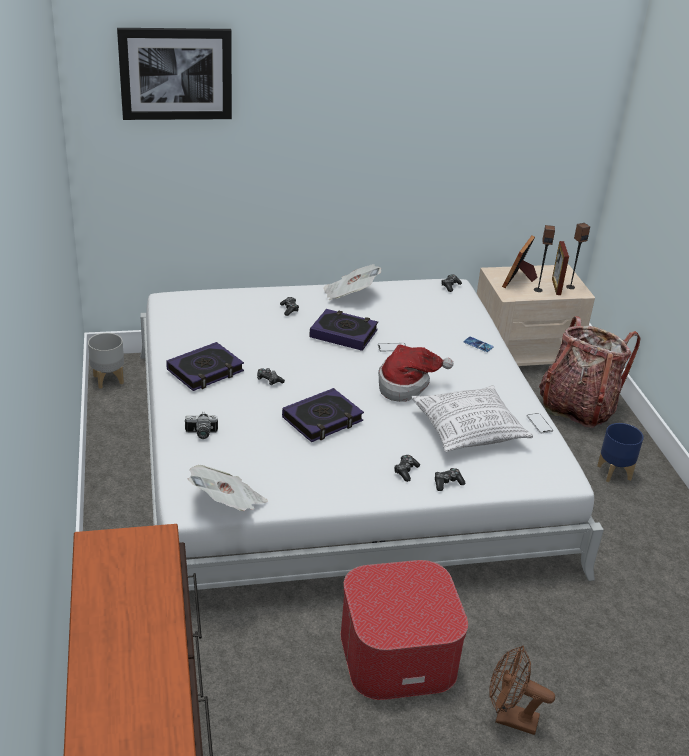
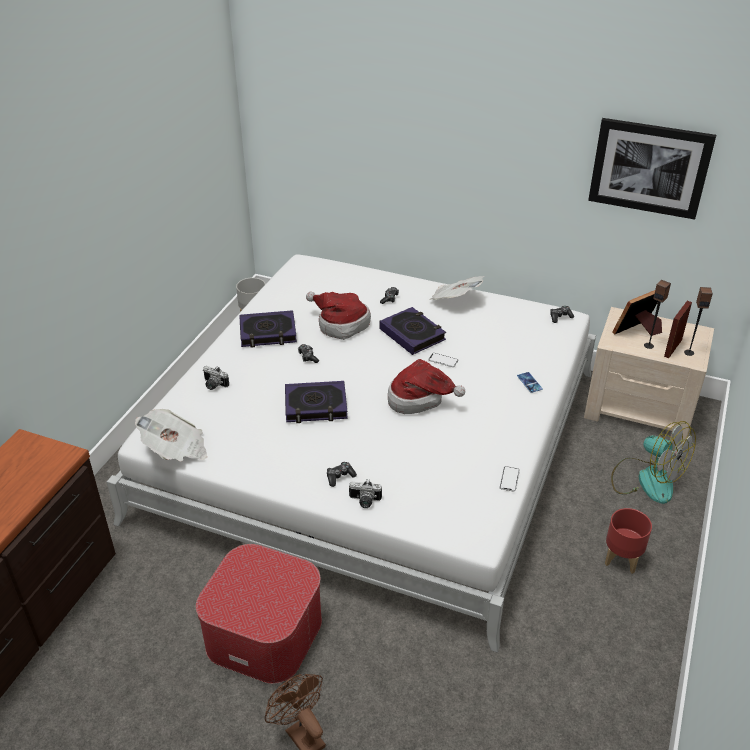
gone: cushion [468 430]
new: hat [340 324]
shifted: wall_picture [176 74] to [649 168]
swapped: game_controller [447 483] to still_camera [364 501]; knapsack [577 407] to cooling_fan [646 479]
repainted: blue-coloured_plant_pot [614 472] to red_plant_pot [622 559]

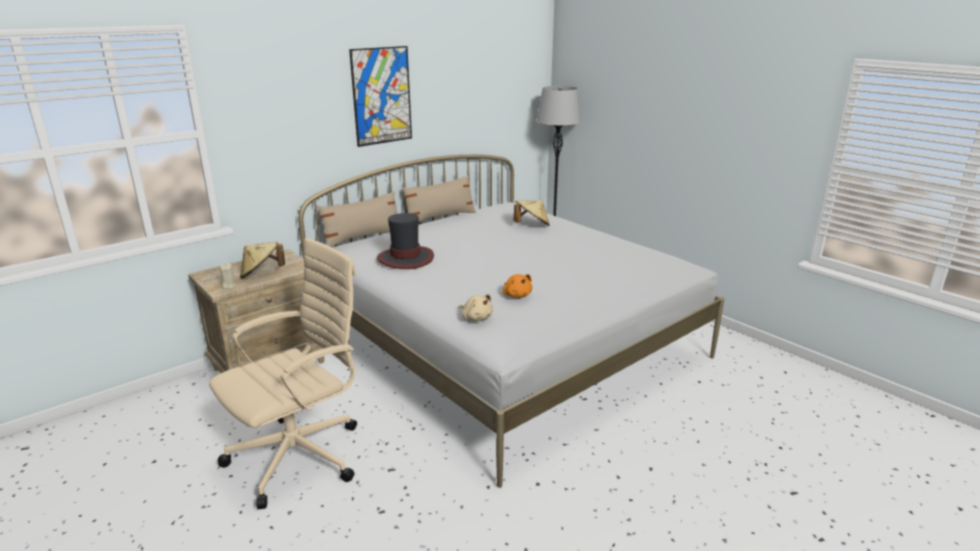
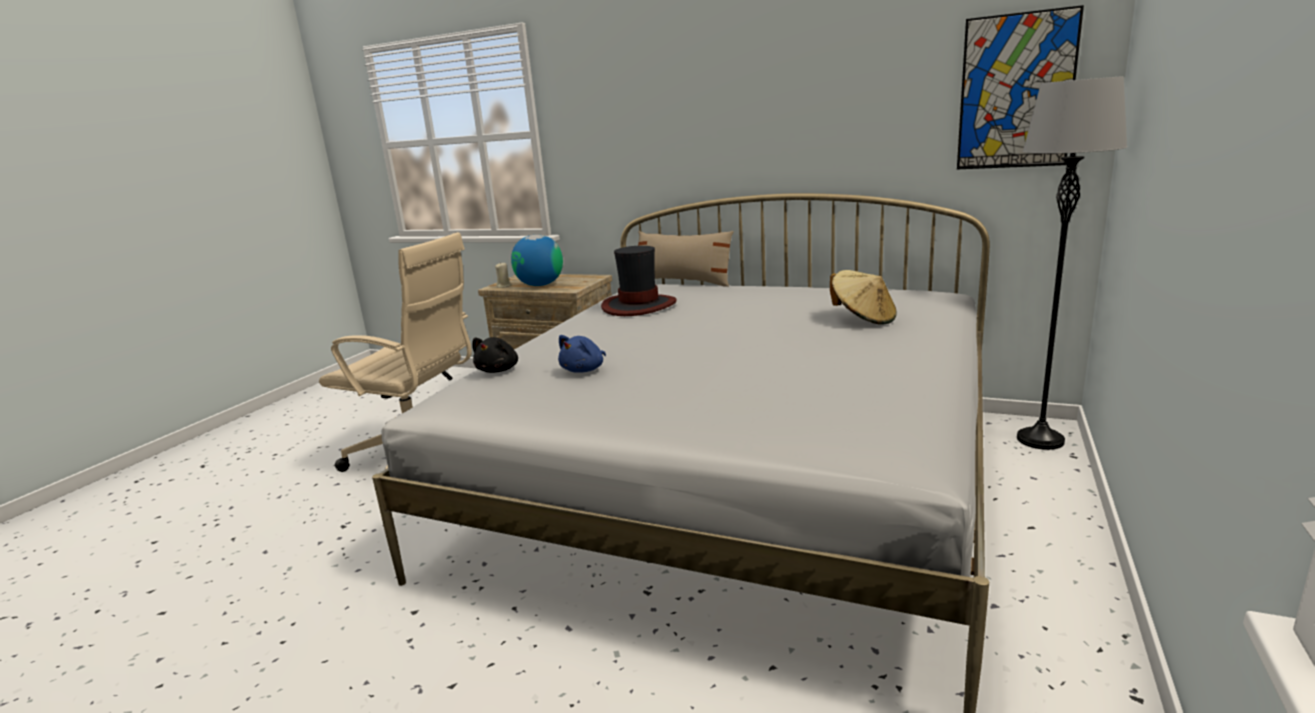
gone: beige_cushion [440 217]
shifted: wall_picture [381 96] to [1016 92]
swapped: beige_hat [262 274] to desk_globe [540 285]
repainted: beige_soft_toy [476 318] to blackish_soft_toy [499 370]; orange-coloured_soft_toy [516 295] to blue-coloured_soft_toy [584 370]

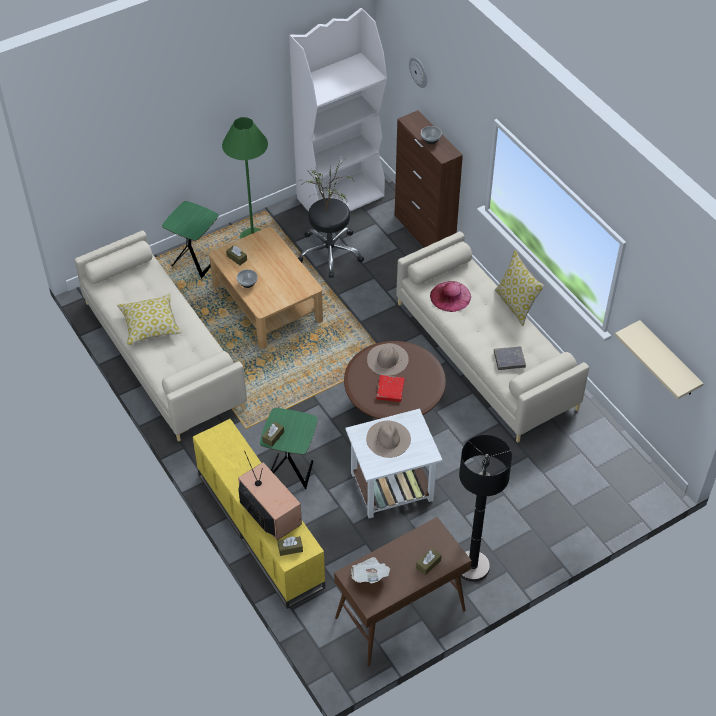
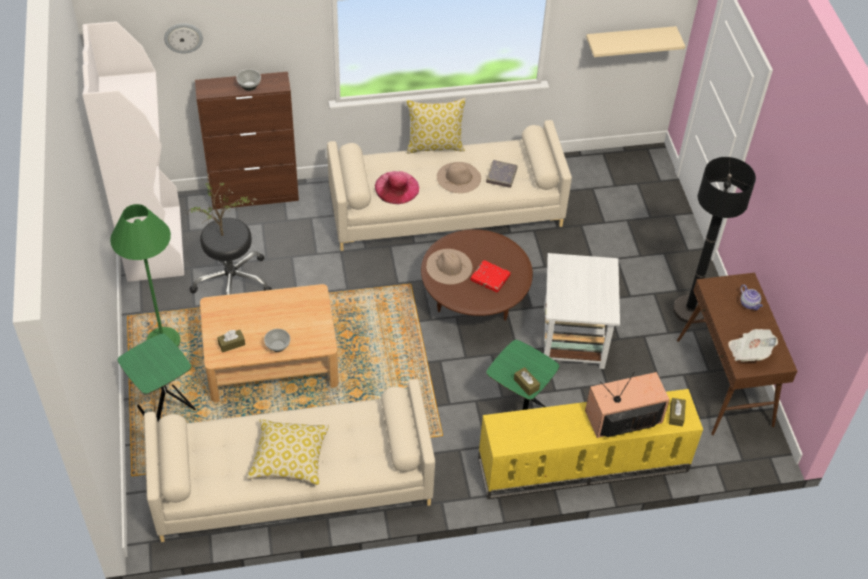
shifted: beige_hat [388 439] to [458 177]
swapped: brownish_tissue_holder [428 564] to pot_for_tea [749 304]

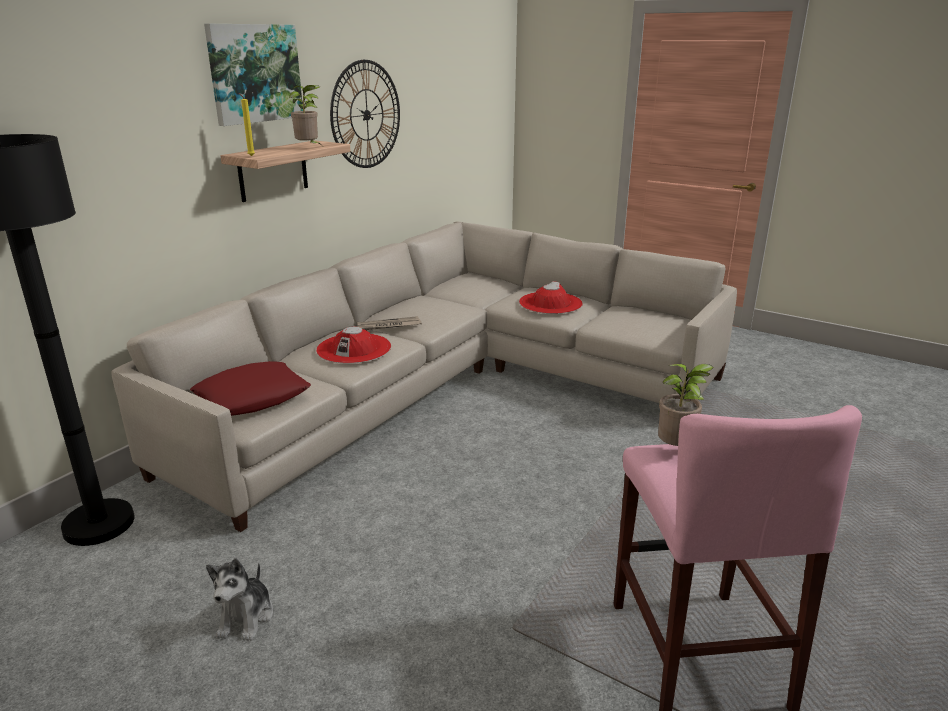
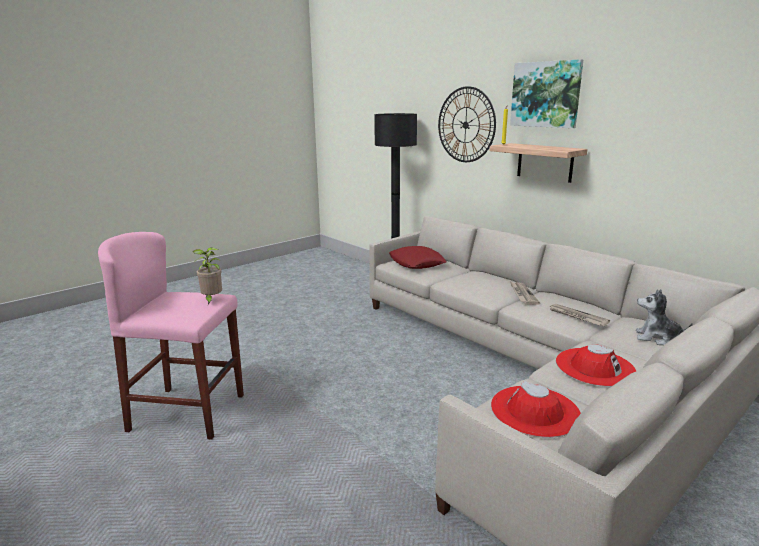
gone: houseplant [309 148]
new: printed_paper [577 316]
shifted: soft_toy [246 617] to [657 338]; red_hat [354 348] to [535 411]; clock_on_the_wall [366 115] to [466 125]

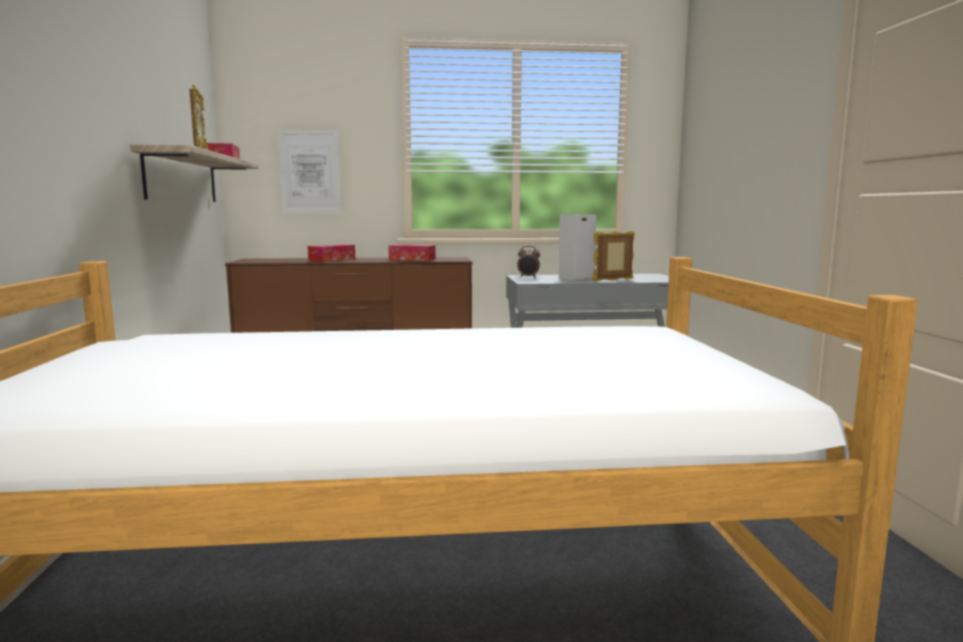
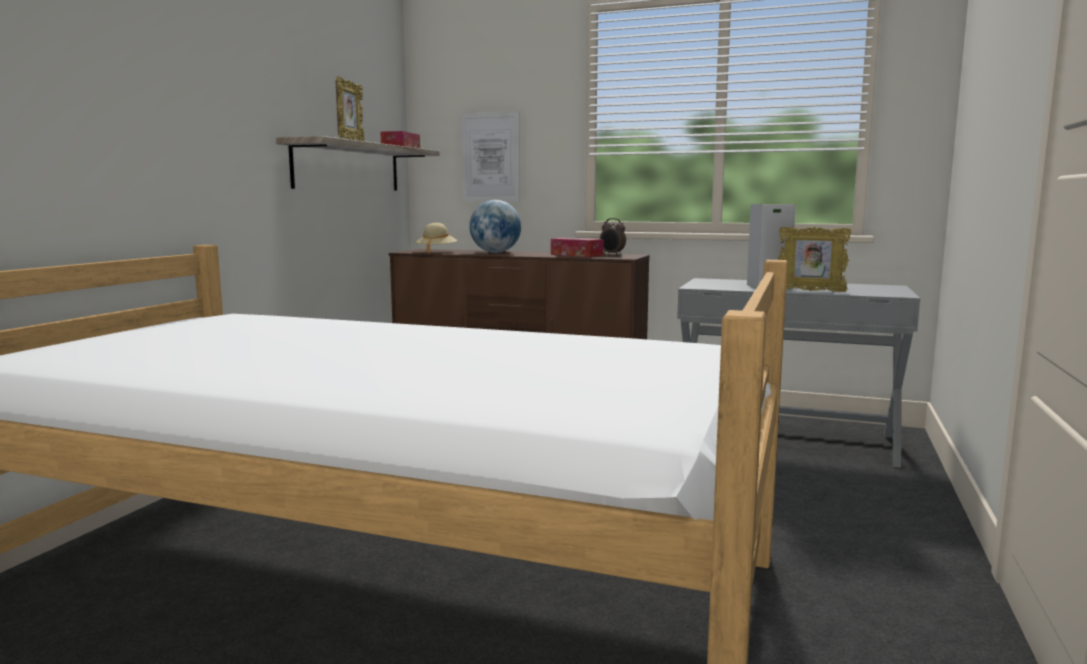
new: beige_hat [436 251]
shifted: table_clock [528 277] to [612 254]
swapped: tissue_holder [332 259] to desk_globe [495 252]
rotated: photo_frame [613 280] = [810 291] 150 degrees counterclockwise

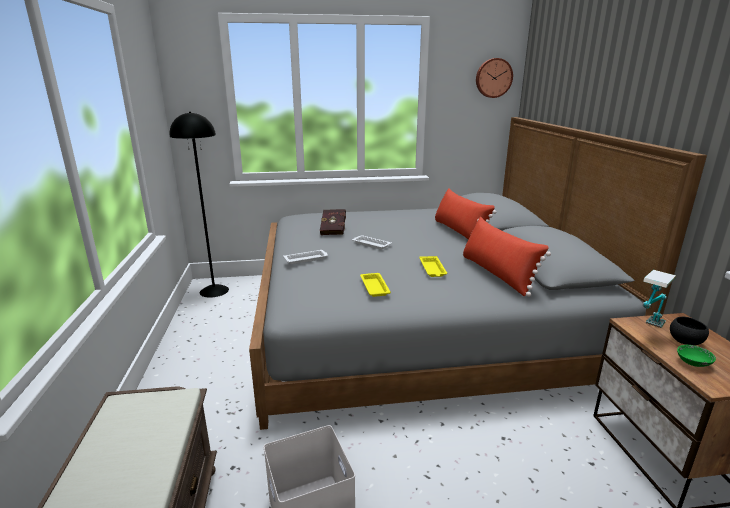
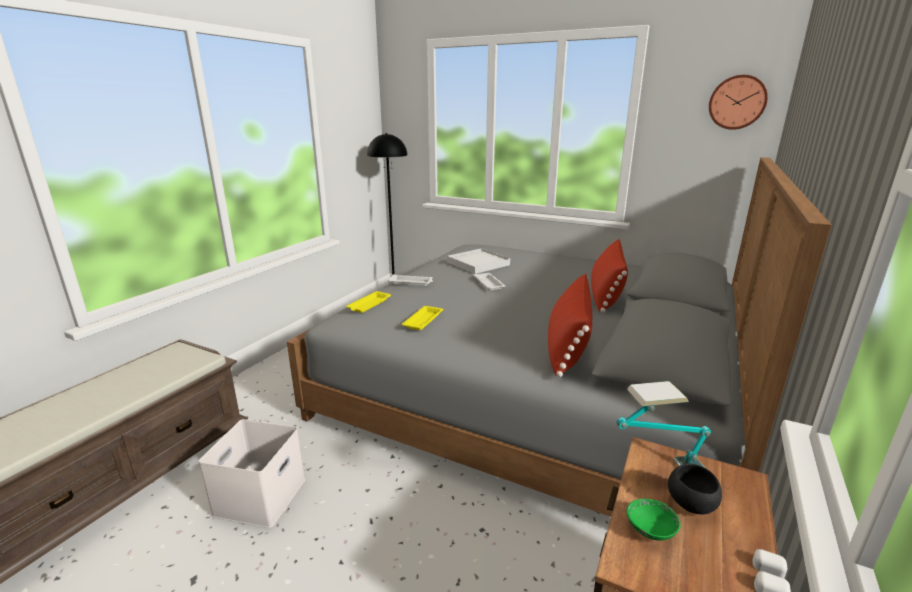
shifted: yellowish_carrying_tray [432 269] to [368 305]
swapped: red_book [334 230] to white-coloured_carrying_tray [478 263]

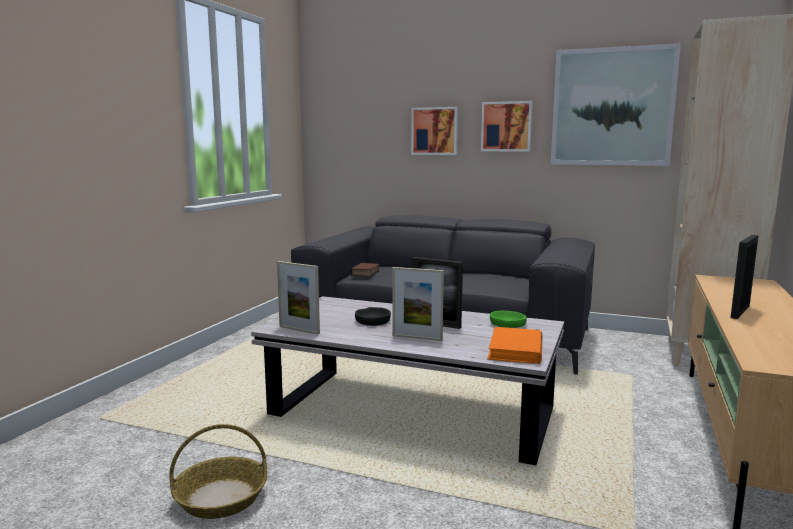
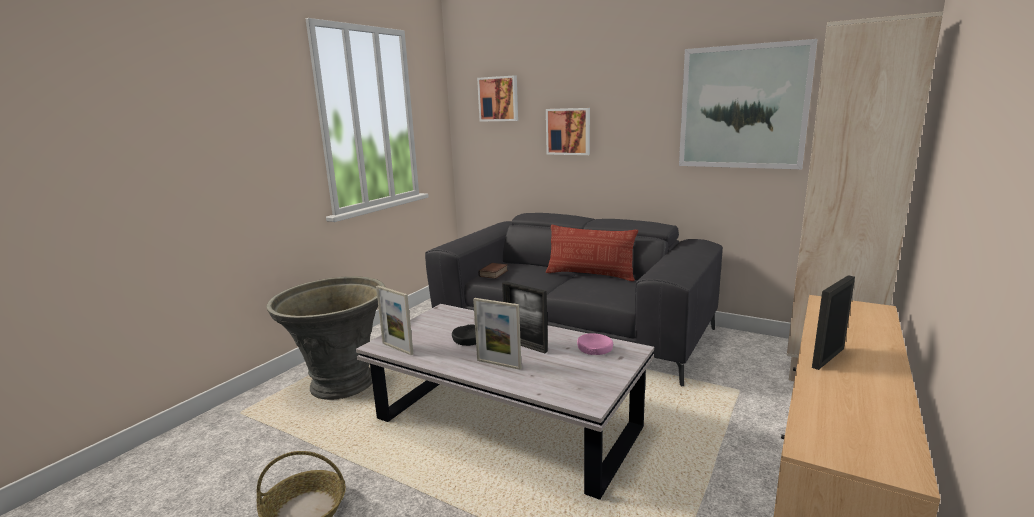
gone: orange-coloured_book [516 350]
new: gray_plant_pot [340 384]; cushion [590 275]
shifted: wall_picture [506 126] to [499 99]
repainted: green-coloured_deep_dish [507 324] to pink-coloured_deep_dish [594 349]

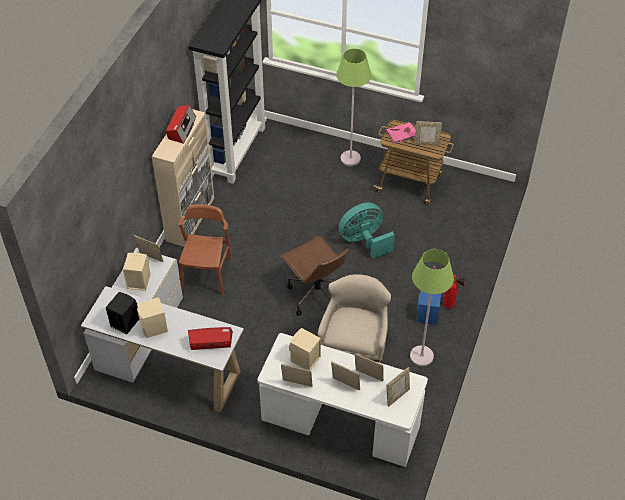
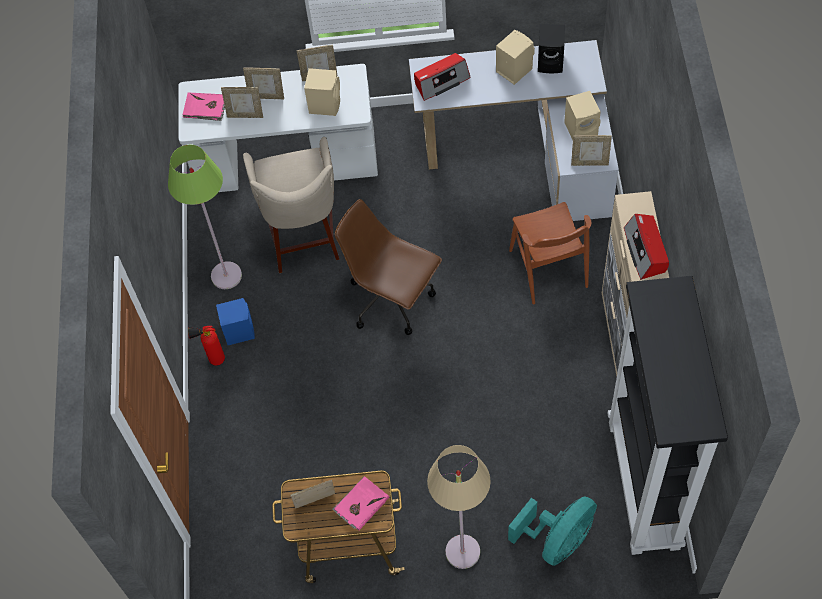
shifted: blue-green_cooling_fan [364 241] to [557 540]
swapped: photo_frame [397 396] to pink-coloured_book [205 108]
repainted: green-coloured_standard_lamp [350 158] to beige_standard_lamp [462 551]

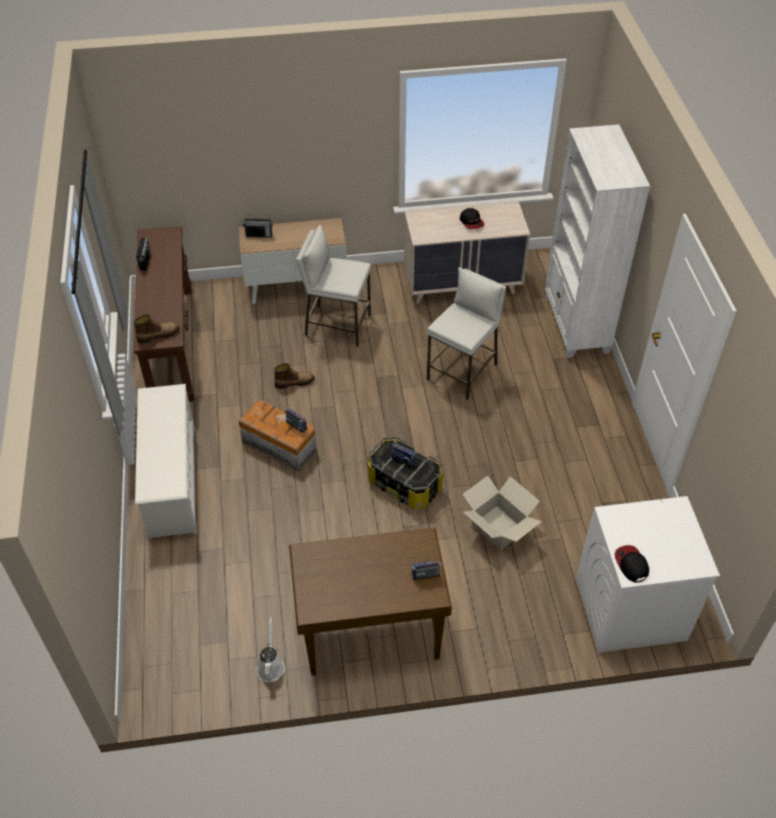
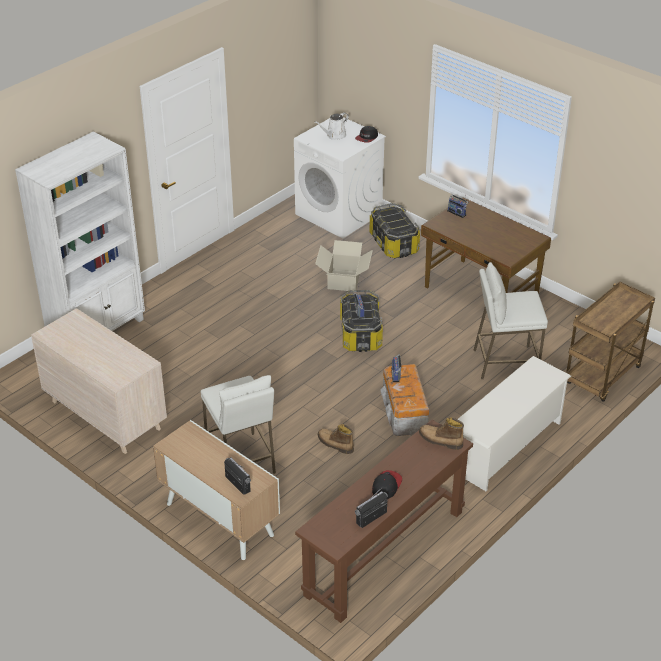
new: storage_container [394 243]; brownish_trolley [603 377]
shifted: white-coloured_watering_can [270 665] to [334 135]; white-coloured_stool_seat [462 371] to [505 363]; peaked_cap [471 222] to [386 486]

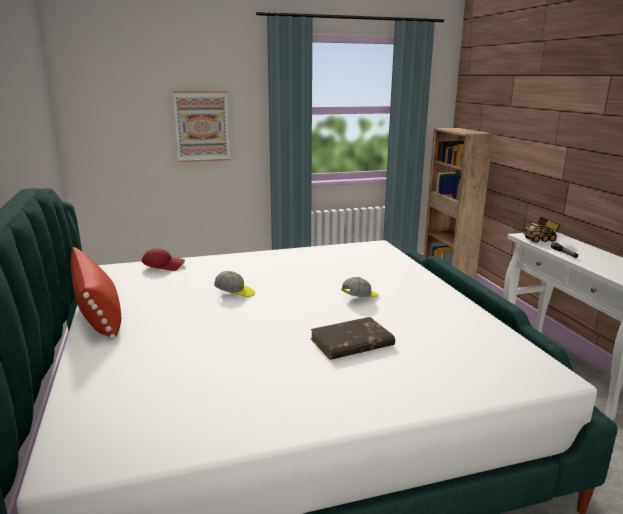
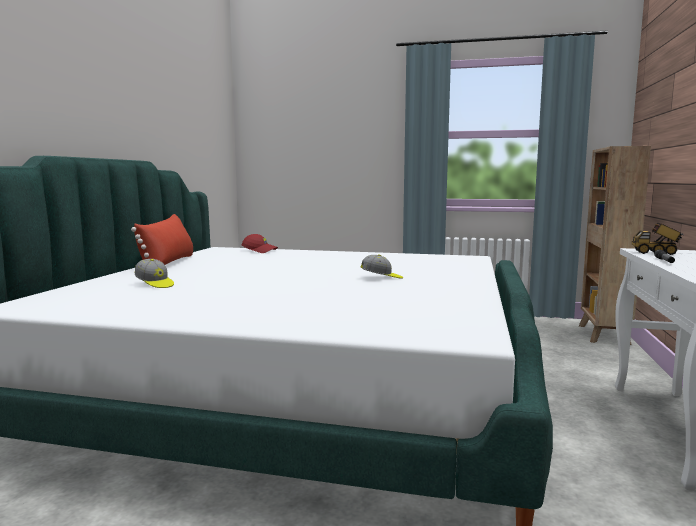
gone: wall_picture [202 126]; brownish_book [351 343]
shifted: peaked_cap [235 293] to [155 284]

